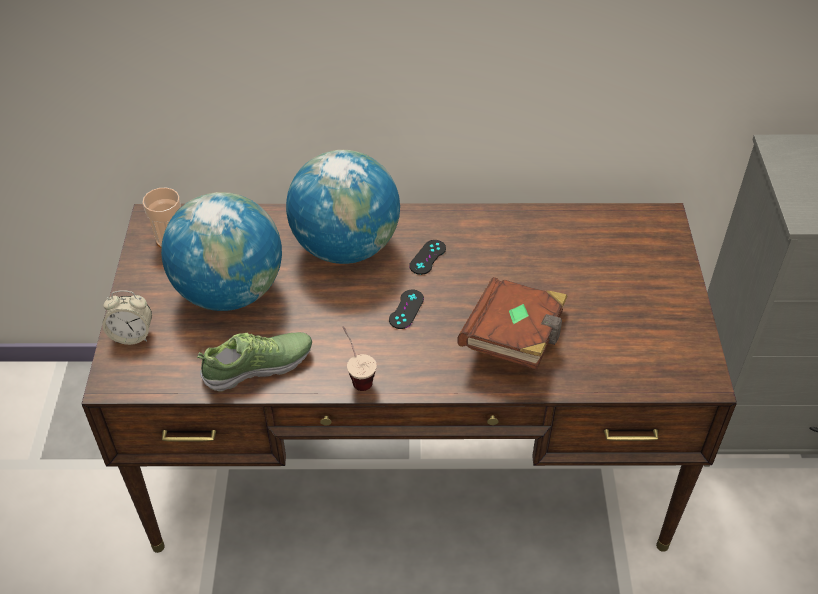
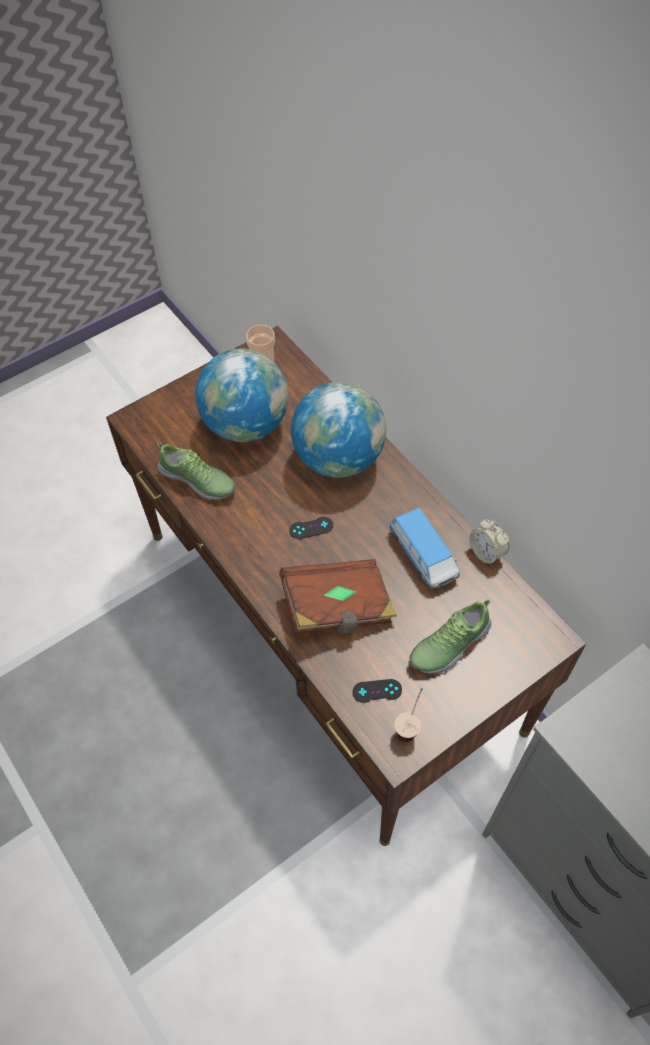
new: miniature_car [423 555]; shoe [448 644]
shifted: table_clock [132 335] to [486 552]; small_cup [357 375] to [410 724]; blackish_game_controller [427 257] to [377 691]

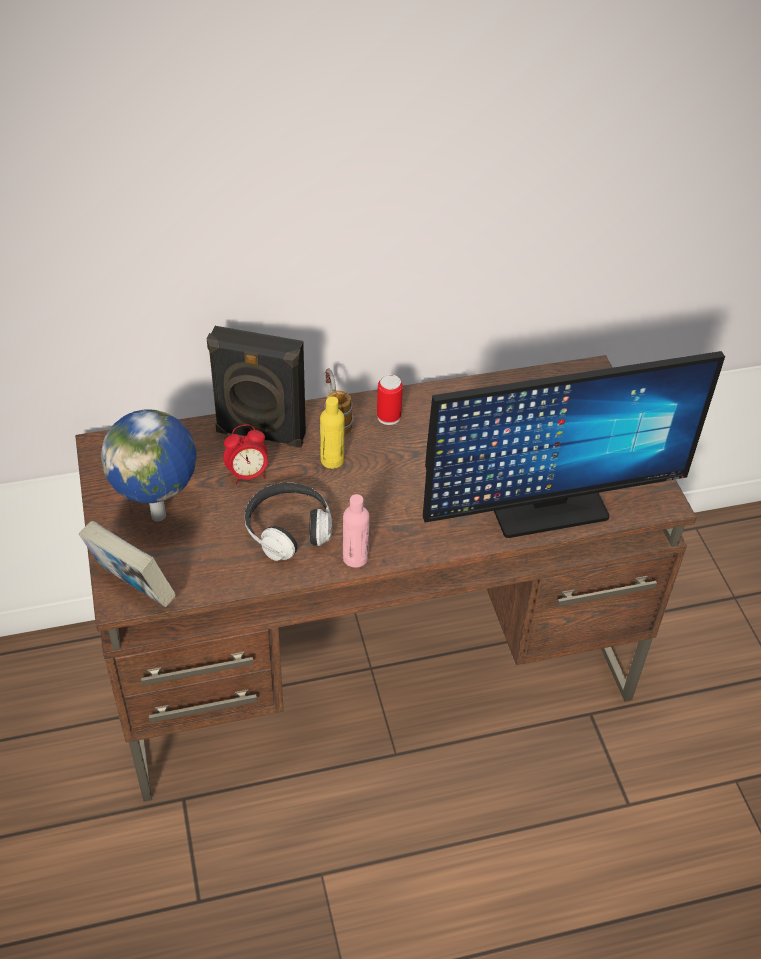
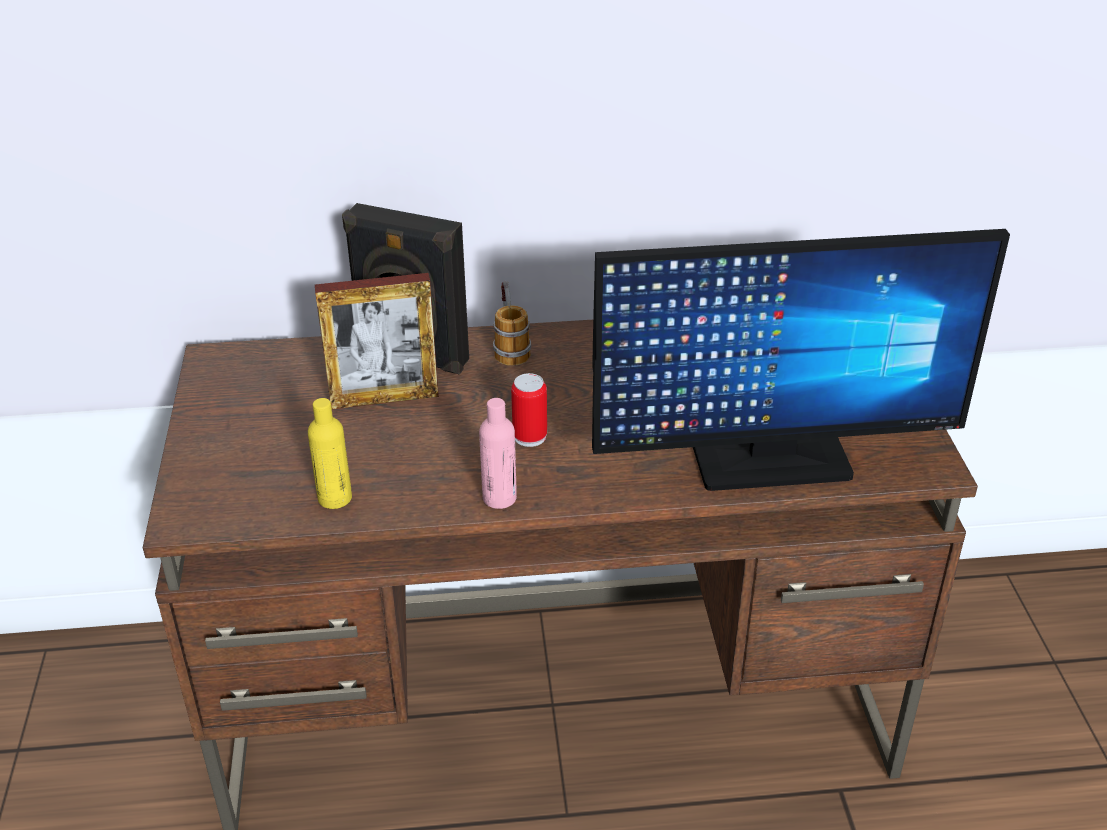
gone: book [132 588]; desk_globe [160 515]; headphones [288 530]
shifted: yellowish_drink_bottle [332 460] to [335 498]; can [388 416] to [530 436]
swapped: table_clock [248 475] to photo_frame [384 398]

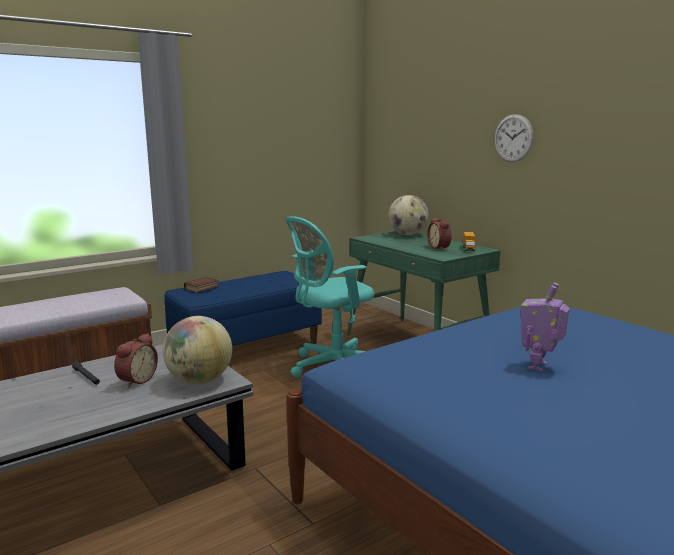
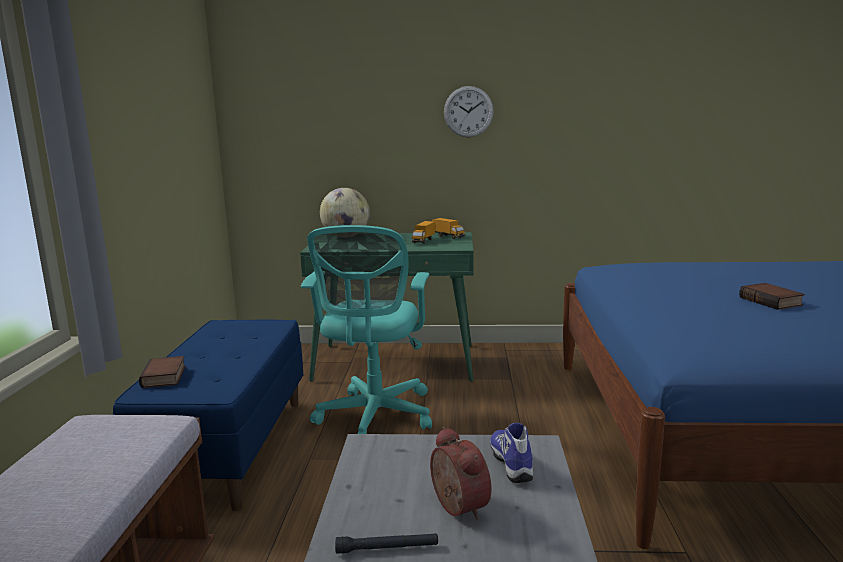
swapped: desk_globe [199 380] to shoe [513 463]; table_clock [440 248] to toy_truck [423 241]; model_robot [539 366] to book [772 301]

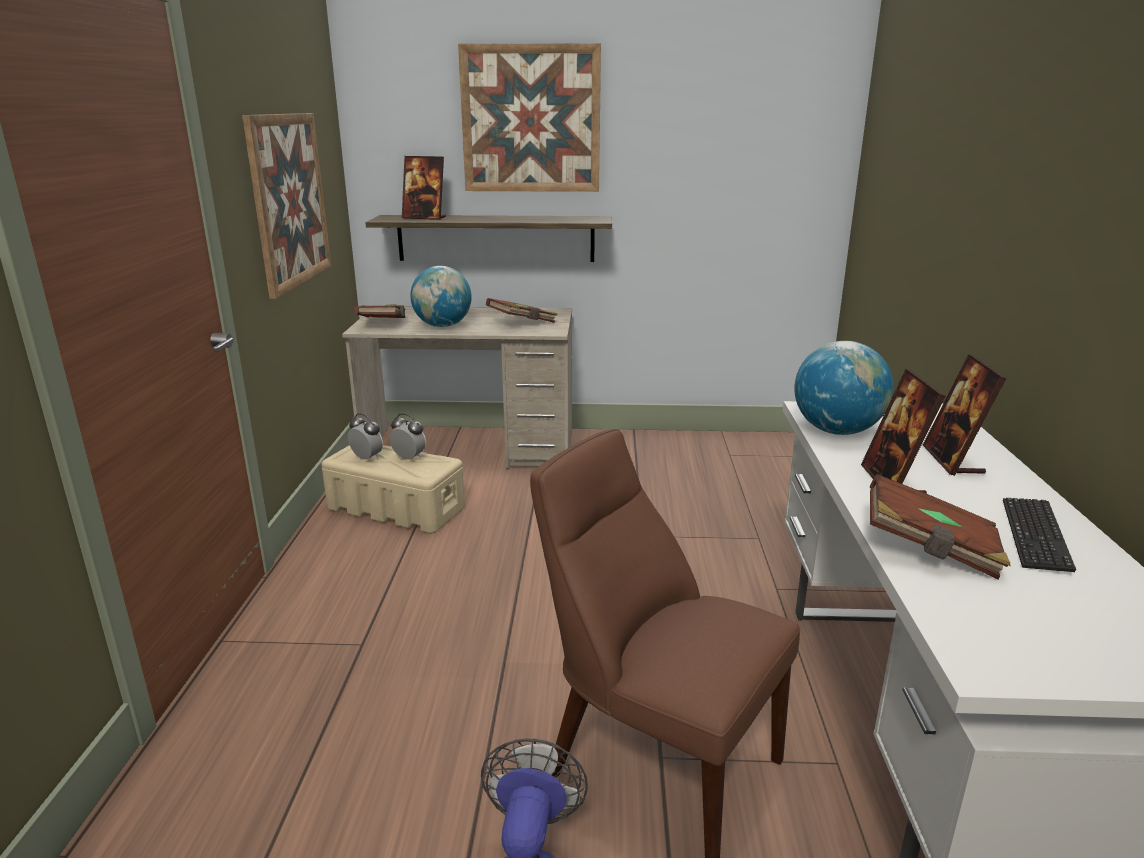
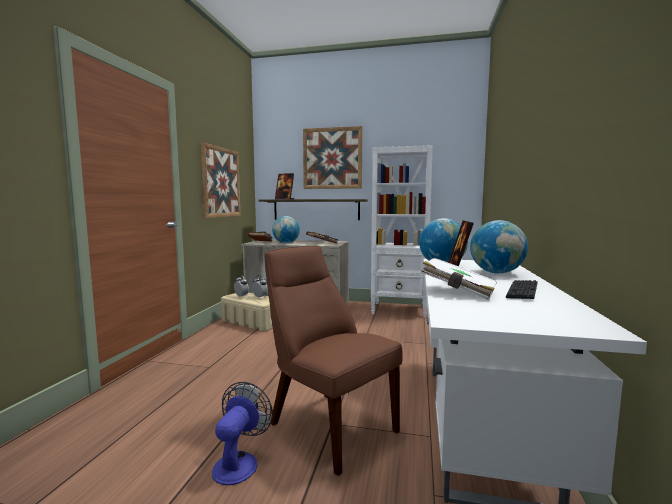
new: white-coloured_bookshelf [400 310]
swapped: photo_frame [953 460] to desk_globe [496 273]
repainted: brownish_book [930 549] to white-coloured_book [458 292]

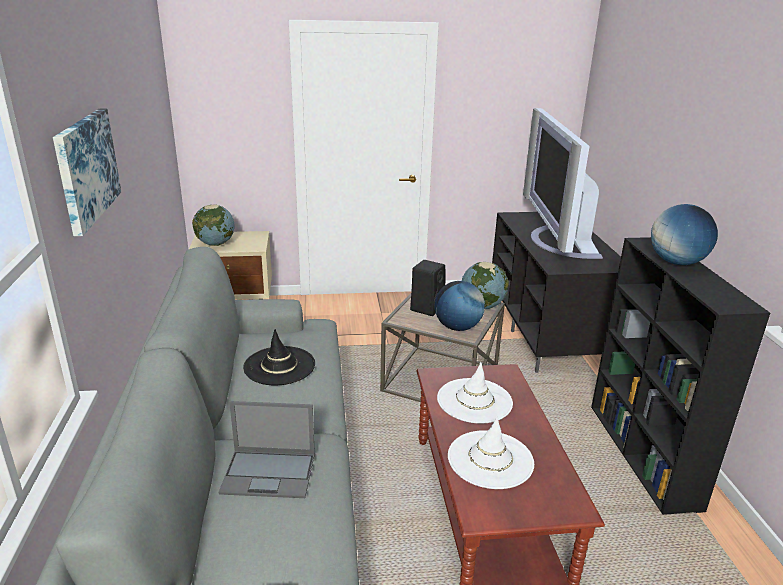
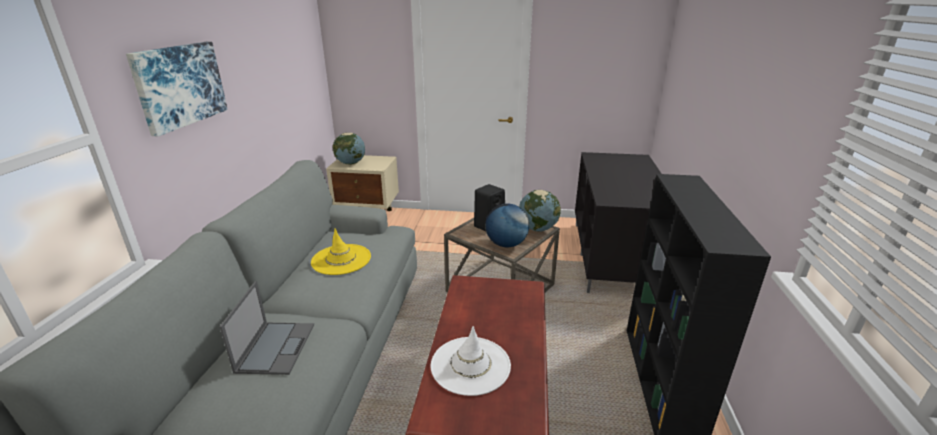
gone: white-coloured_hat [474 401]; TV_set [559 240]; desk_globe [676 262]
repainted: blackish_hat [279 366] to yellowish_hat [341 259]
rotated: laptop [270 473] = [276 347] 105 degrees counterclockwise

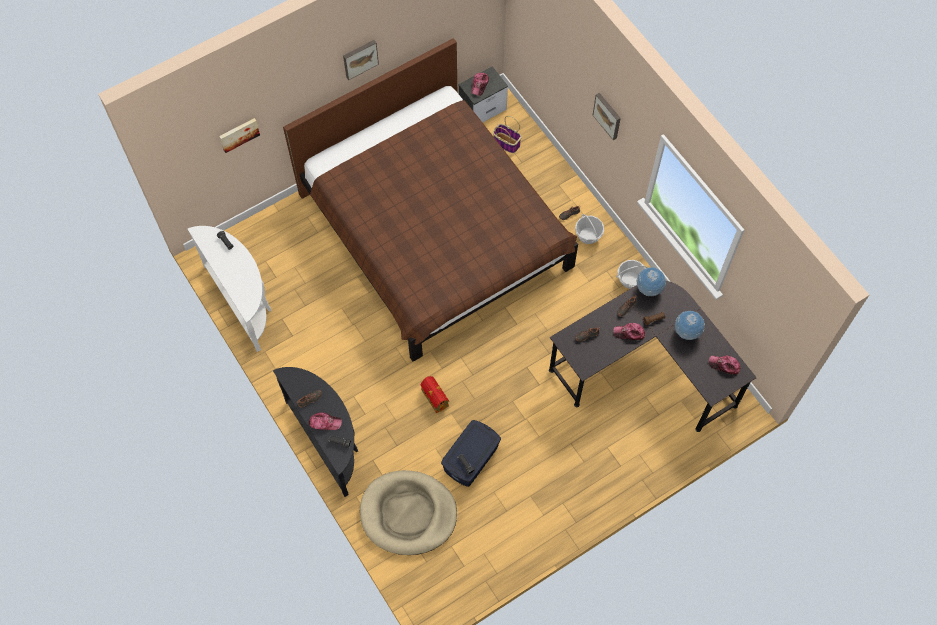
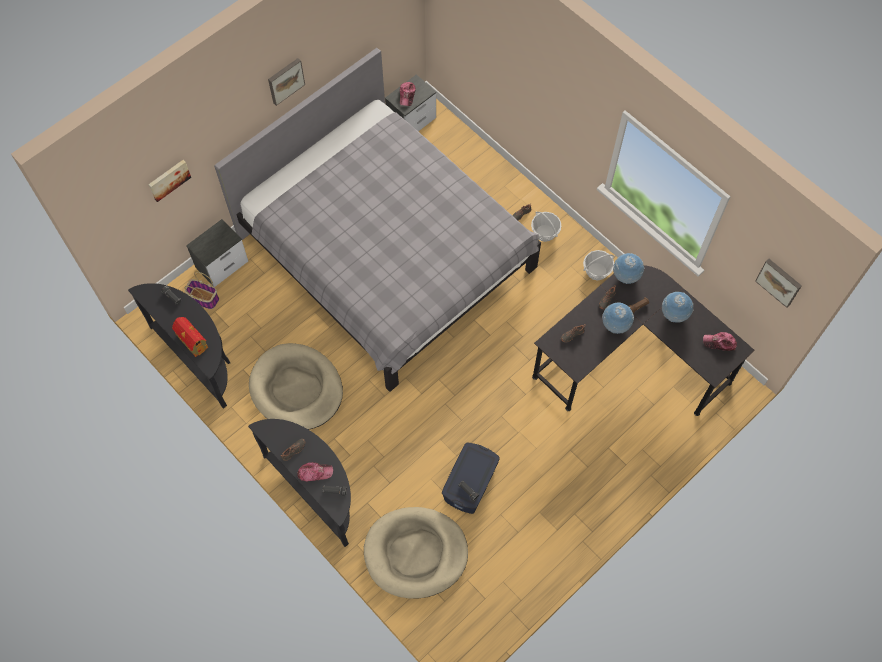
new: night_table [223 264]; beige_dog_cushion [296 389]
shifted: toy_house [434 397] to [192 341]; basket [506 143] to [203 298]; wall_picture [608 115] to [779 281]
swapped: peaked_cap [629 333] to desk_globe [615 325]
repainted: white-coloured_console_table [244 301] to blackish_console_table [199 357]; brownish_bedroom_bed [434 232] to gray_bedroom_bed [386 253]

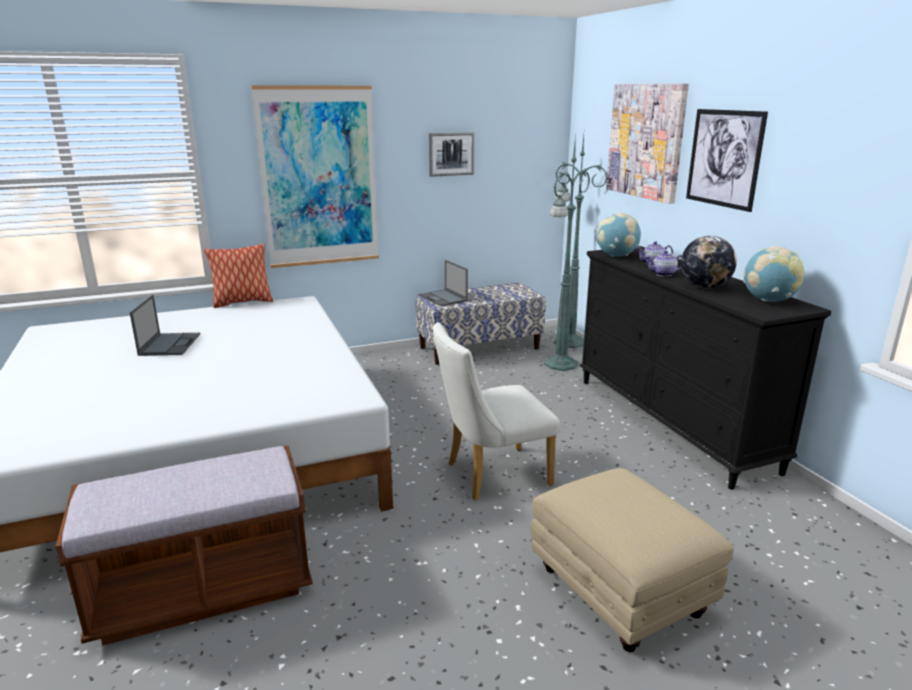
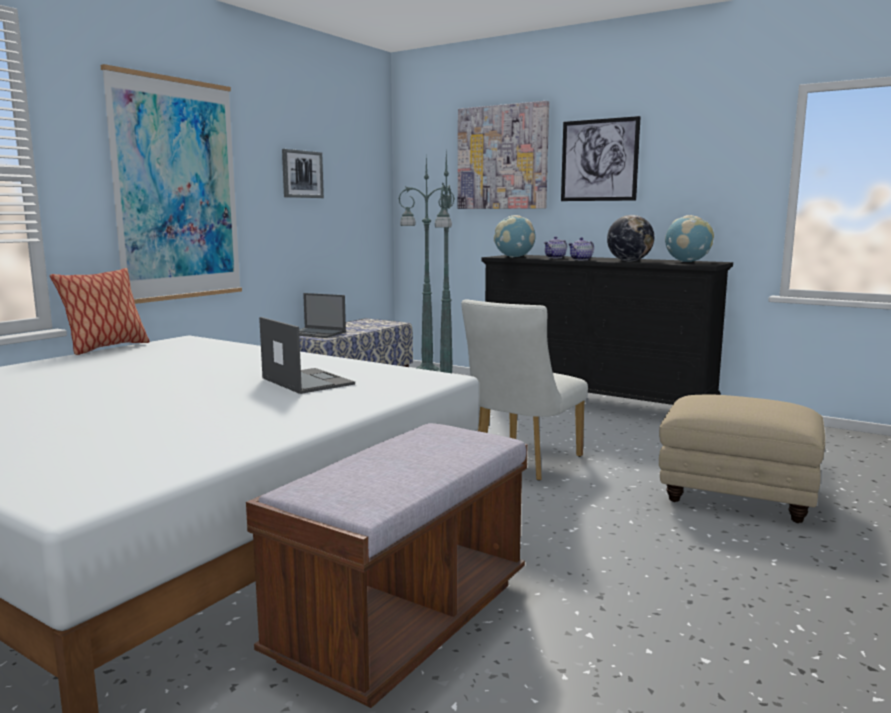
shifted: laptop [170 344] to [306 381]

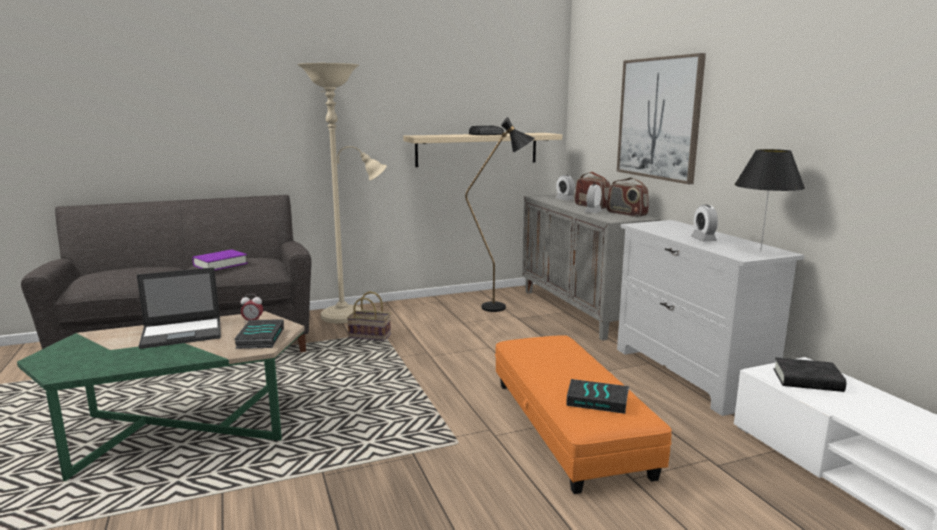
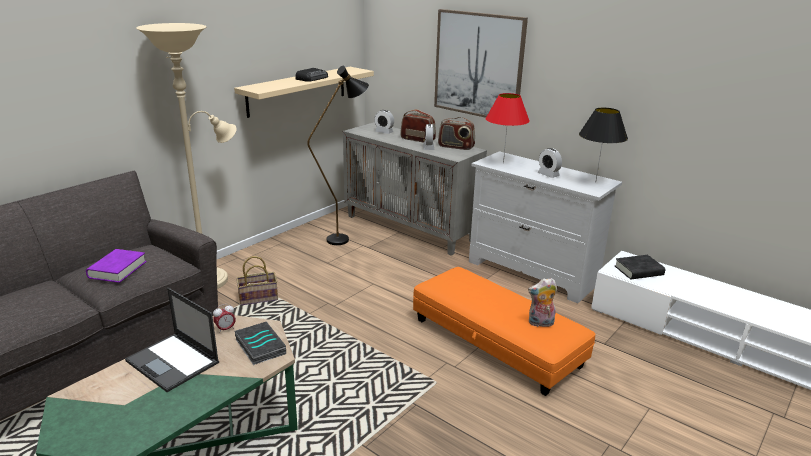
new: red_tabletop_lamp [503 163]
swapped: book [598 400] to soft_toy [540 323]
rotated: laptop [183 333] = [173 362] 90 degrees clockwise

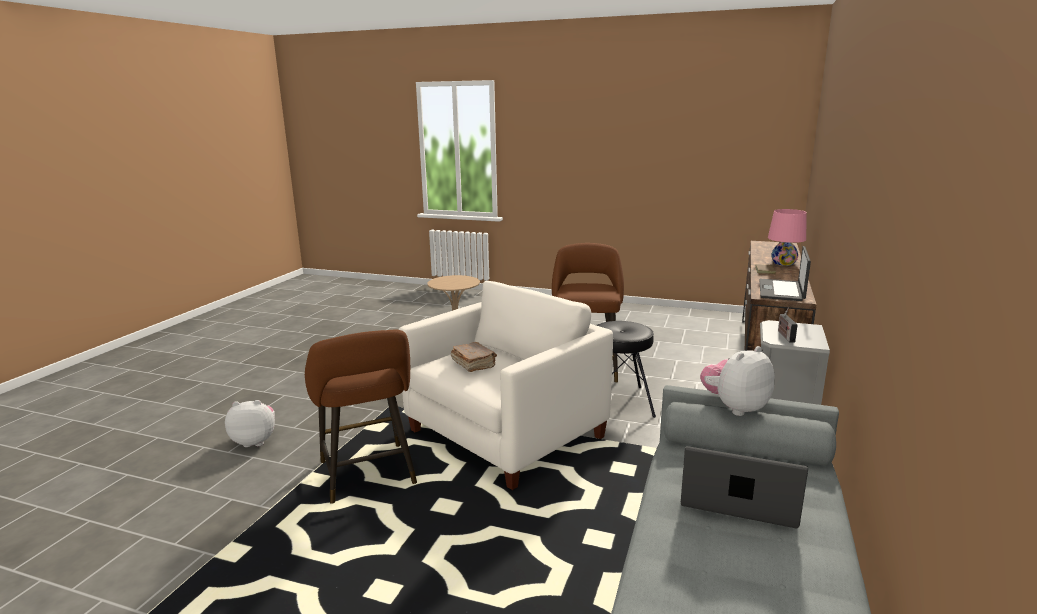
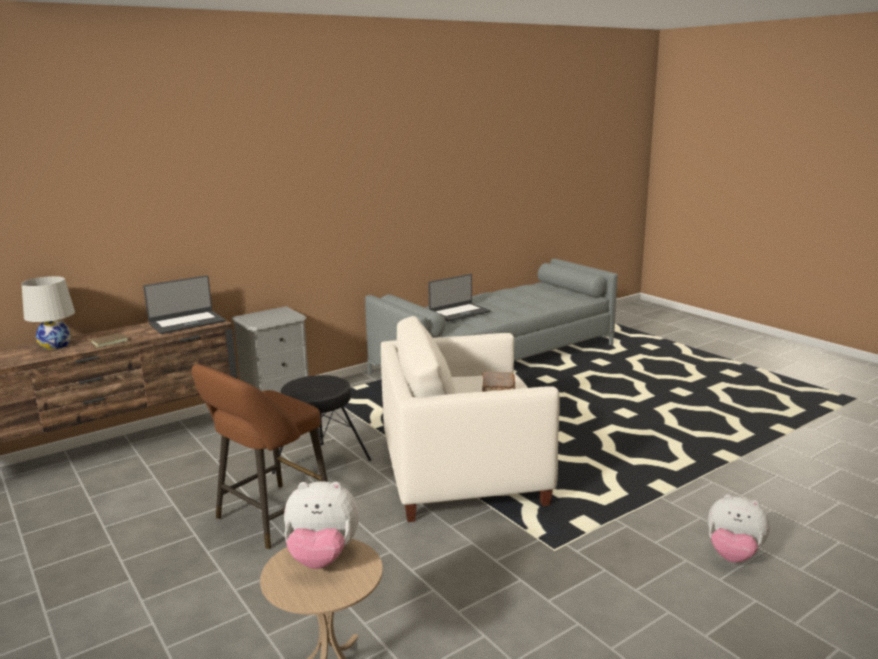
gone: brownish_stool_seat [368 476]; radio [785 336]
shifted: soft_toy [735 407] to [322 557]
repainted: pink-coloured_tabletop_lamp [783 263] to white-coloured_tabletop_lamp [56 345]
rotated: laptop [738 501] = [459 312] 90 degrees counterclockwise

